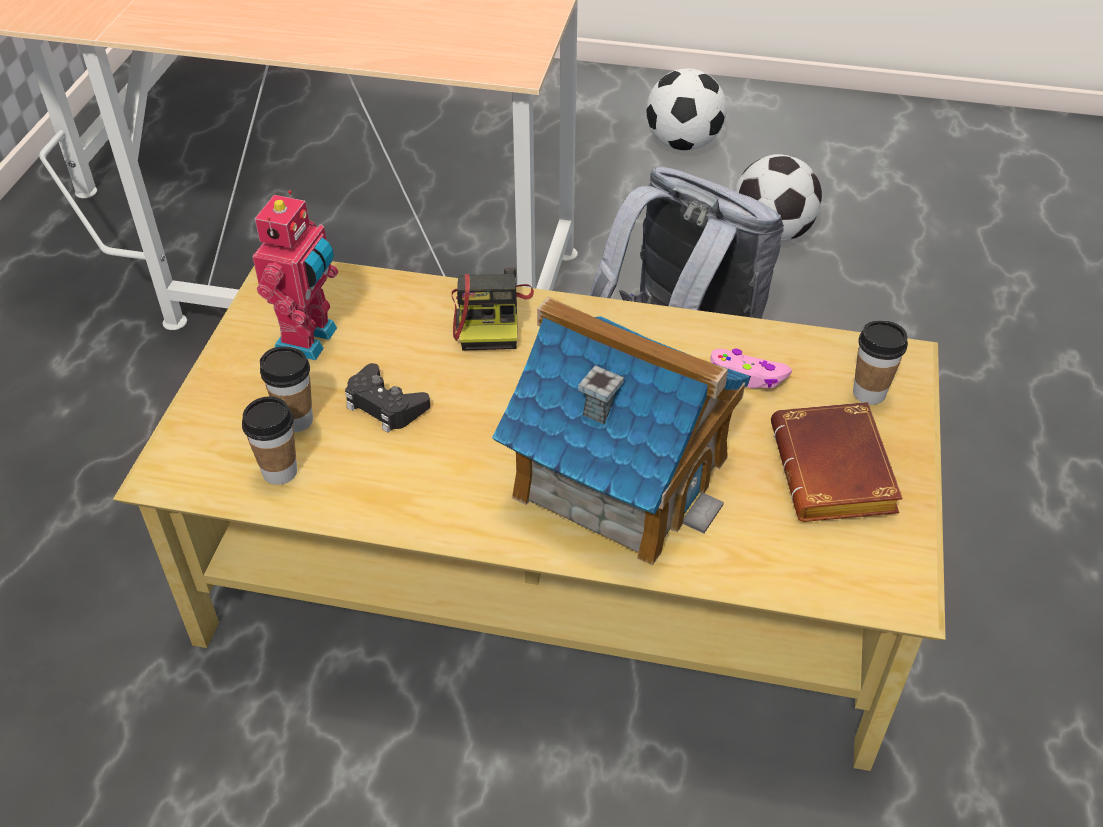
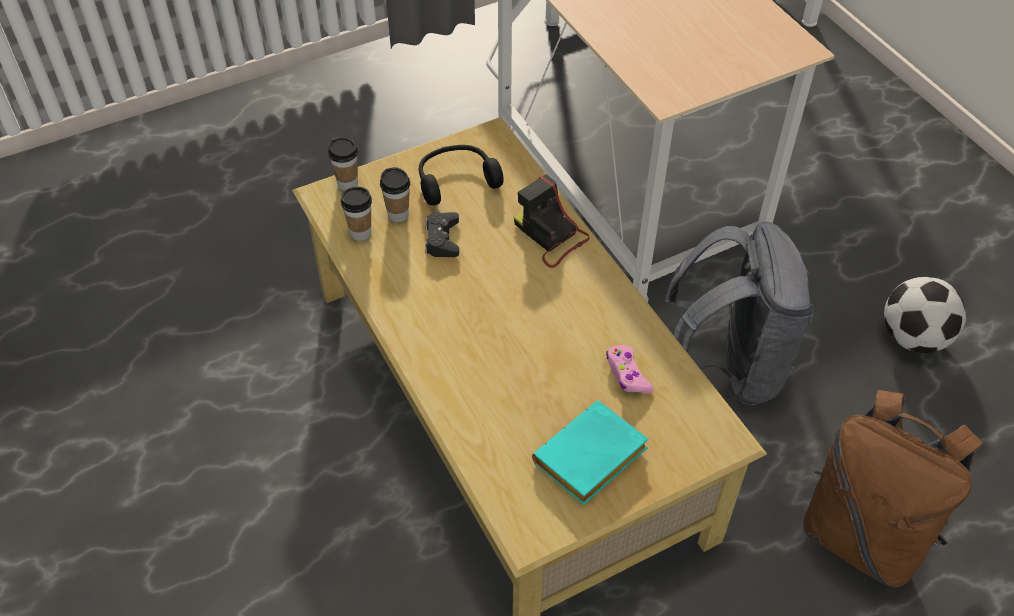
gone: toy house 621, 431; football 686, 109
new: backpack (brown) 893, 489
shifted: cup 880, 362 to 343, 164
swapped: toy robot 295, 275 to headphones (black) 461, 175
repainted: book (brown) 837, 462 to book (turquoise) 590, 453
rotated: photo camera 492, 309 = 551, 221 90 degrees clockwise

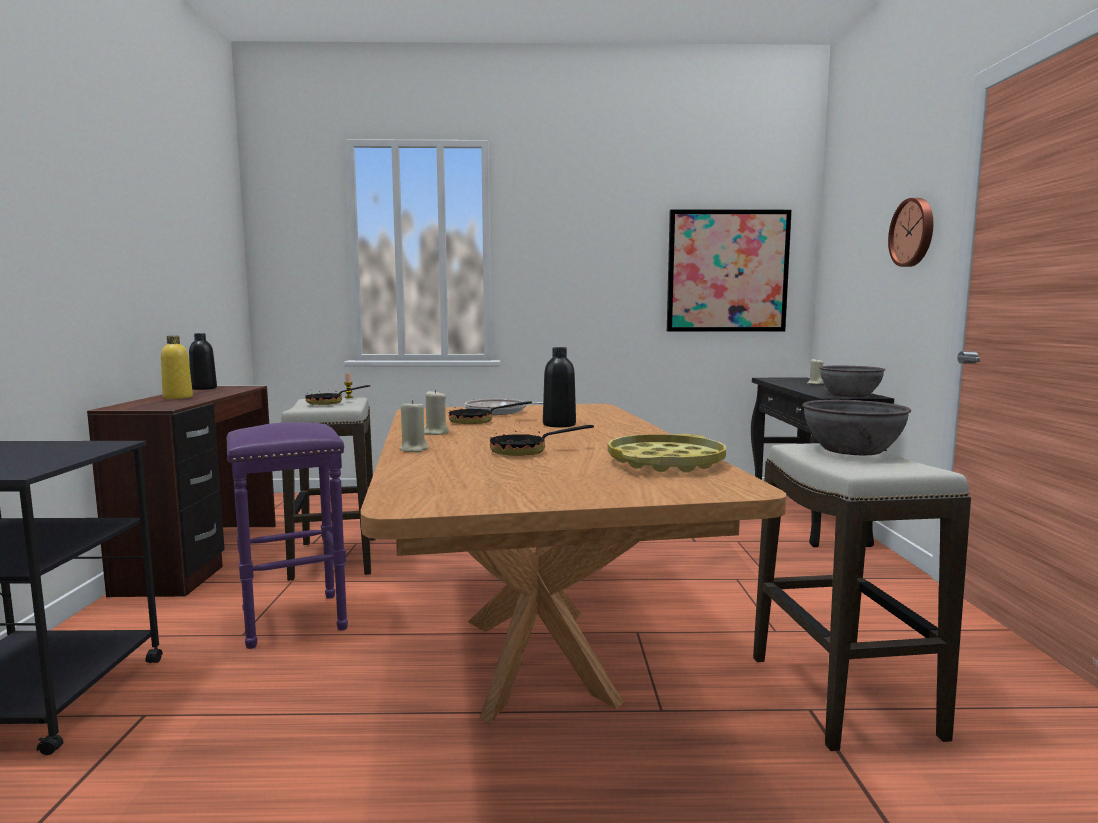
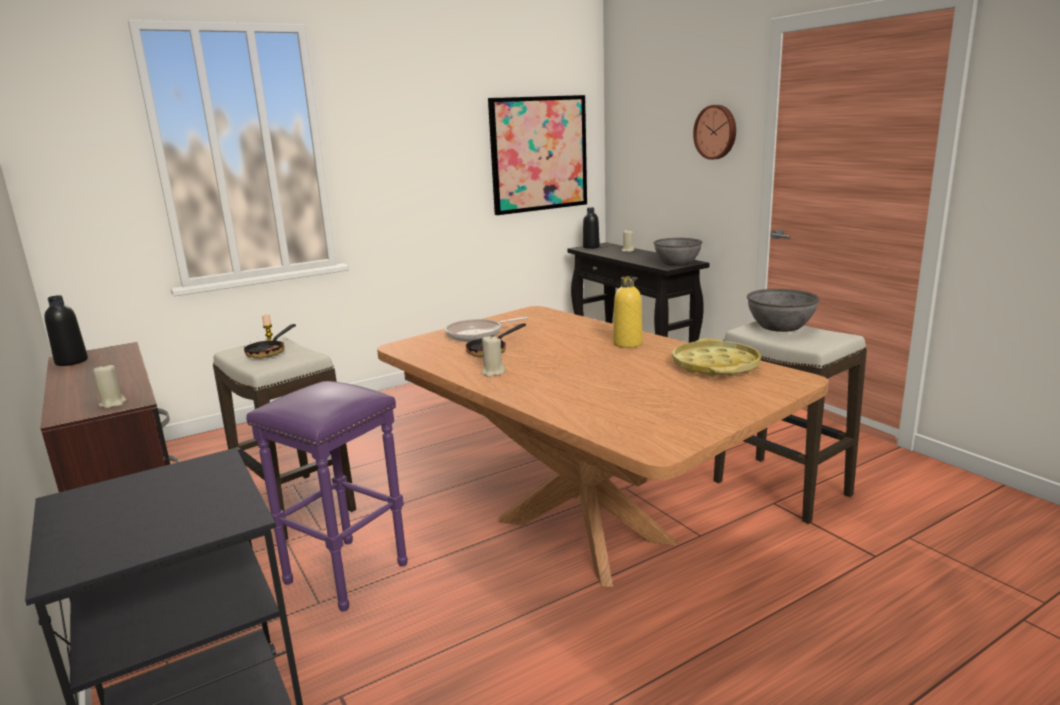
gone: frying pan 542, 440
shifted: candle (beige) 414, 426 to 109, 386; bottle (black) 559, 387 to 591, 228; bottle (yellow) 177, 367 to 628, 312

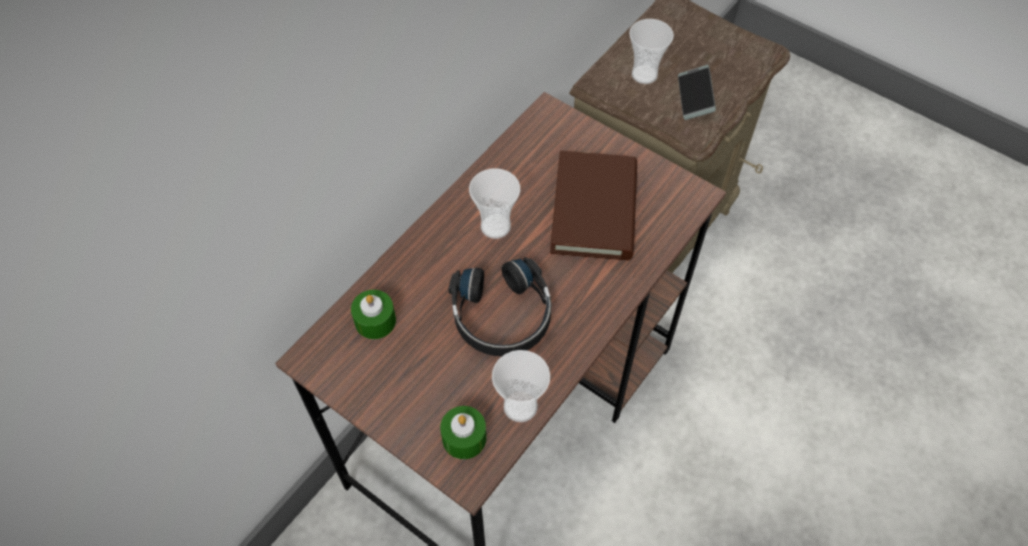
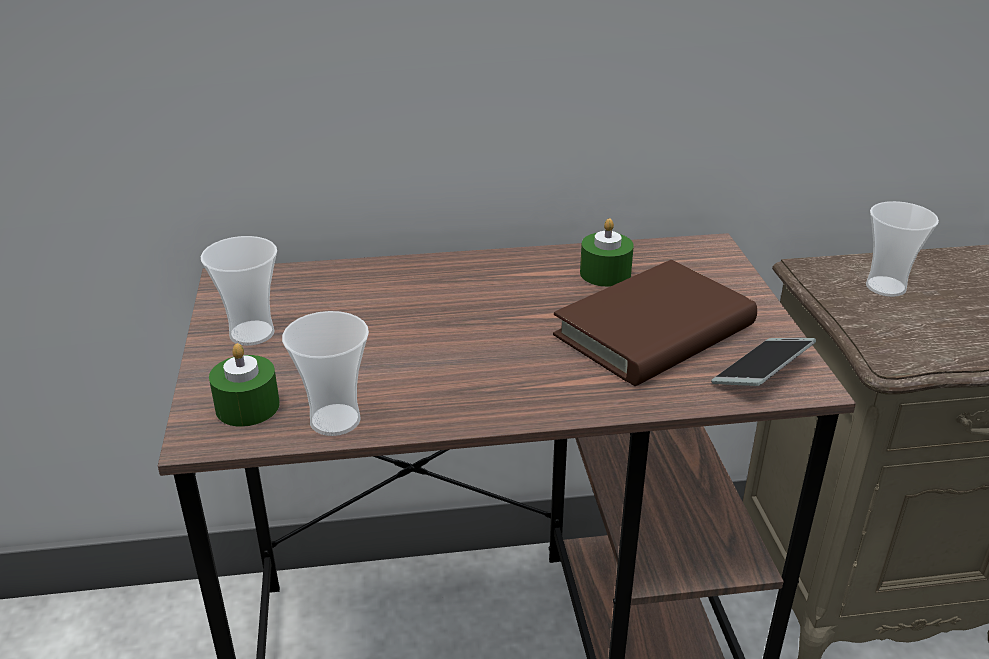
gone: headphones (black) 500, 306
shifted: cup 494, 203 to 239, 291; candle (green) 373, 314 to 607, 252; phone 697, 92 to 763, 362

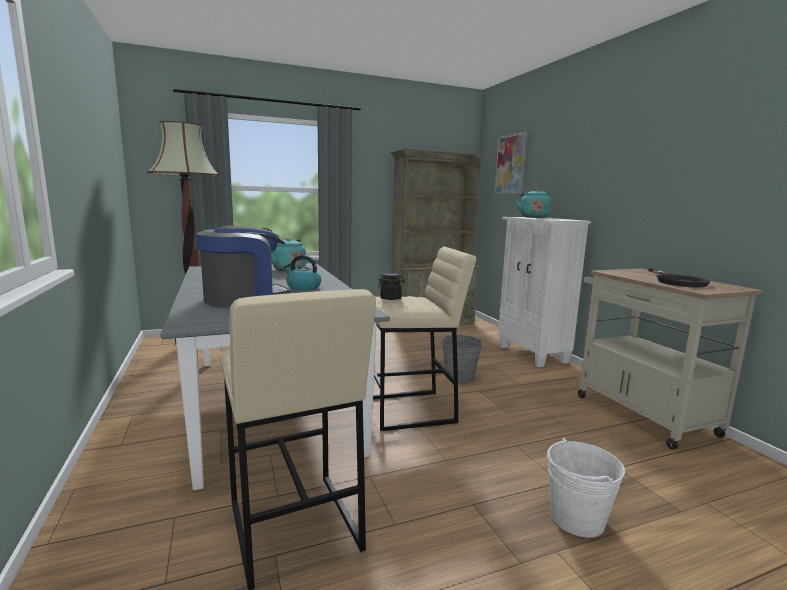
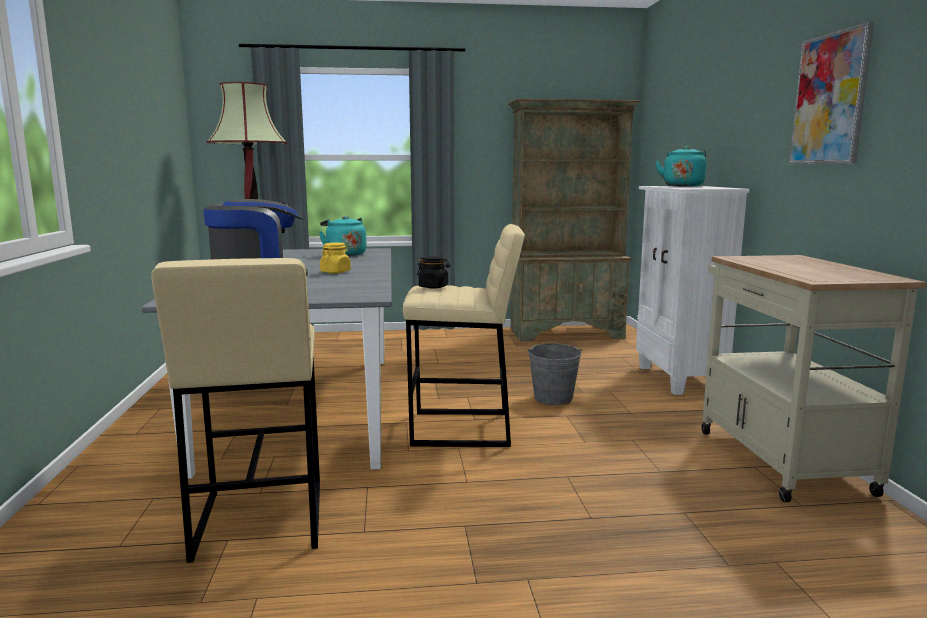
gone: bucket (white) 586, 488; frying pan (black) 679, 278
shifted: picture 511, 163 to 831, 93
swapped: kettle 302, 272 to jar (yellow) 335, 257

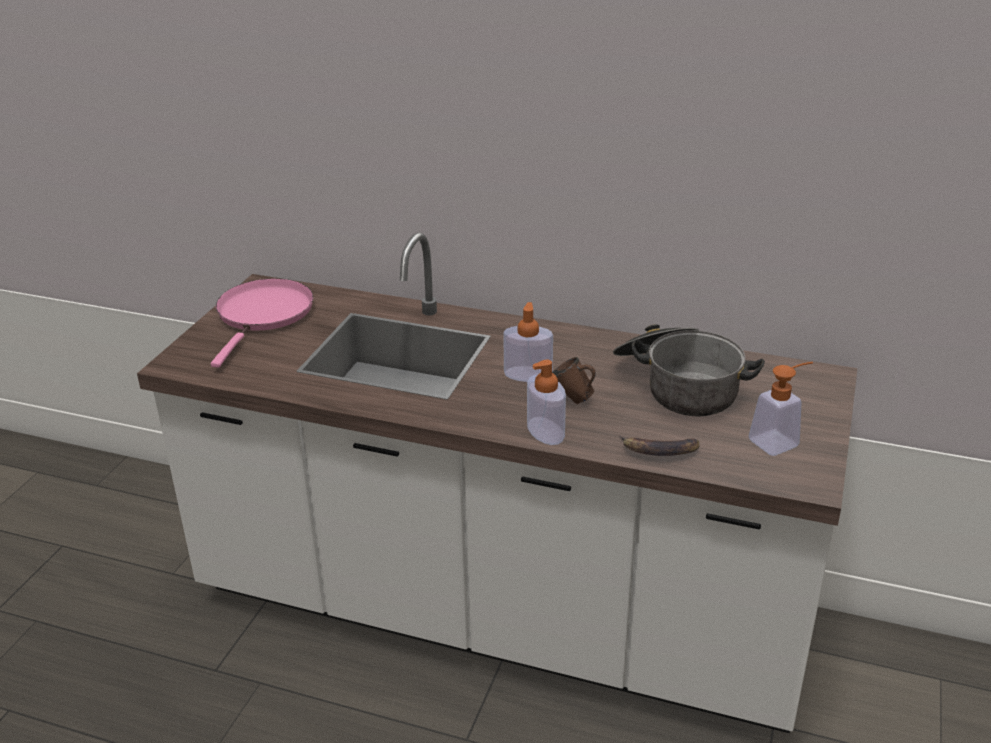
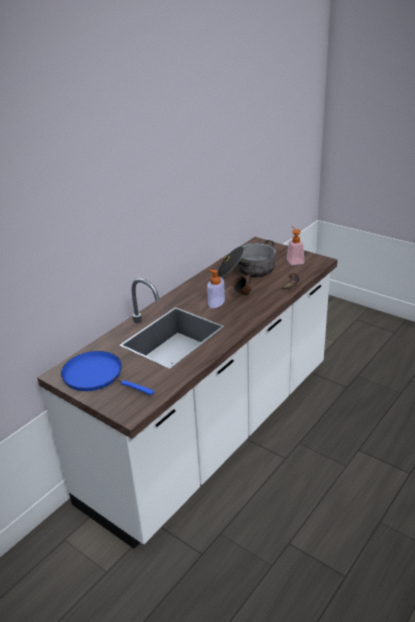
gone: soap dispenser 546, 402
repainted: frying pan (pink) 262, 323 to frying pan (blue) 107, 373

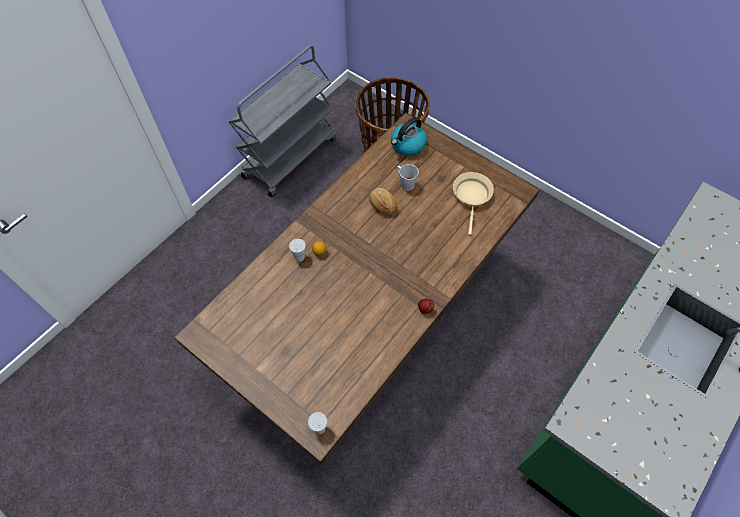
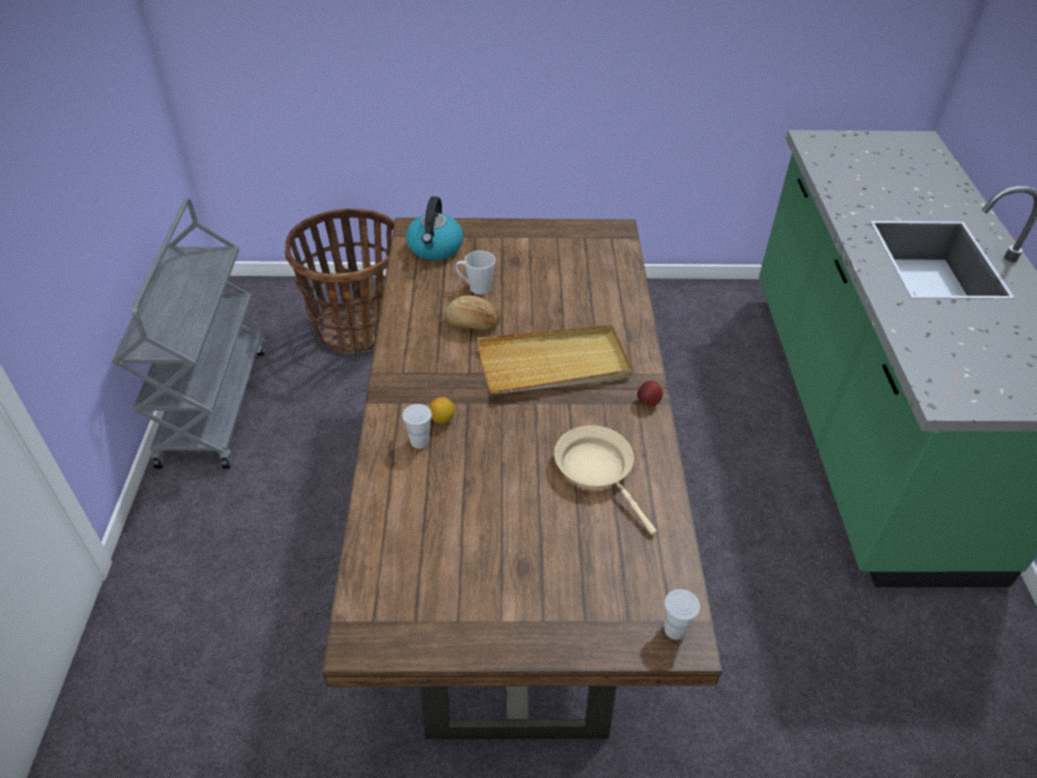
new: tray (beige) 555, 359
shifted: frying pan (beige) 473, 203 to 605, 480

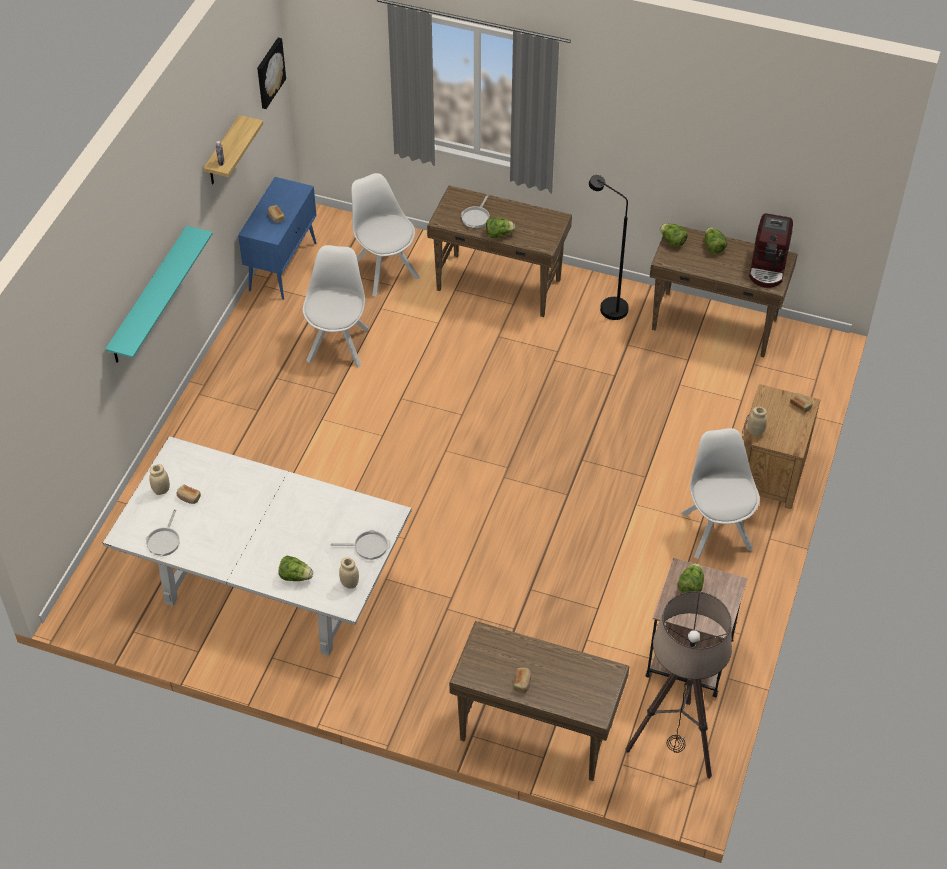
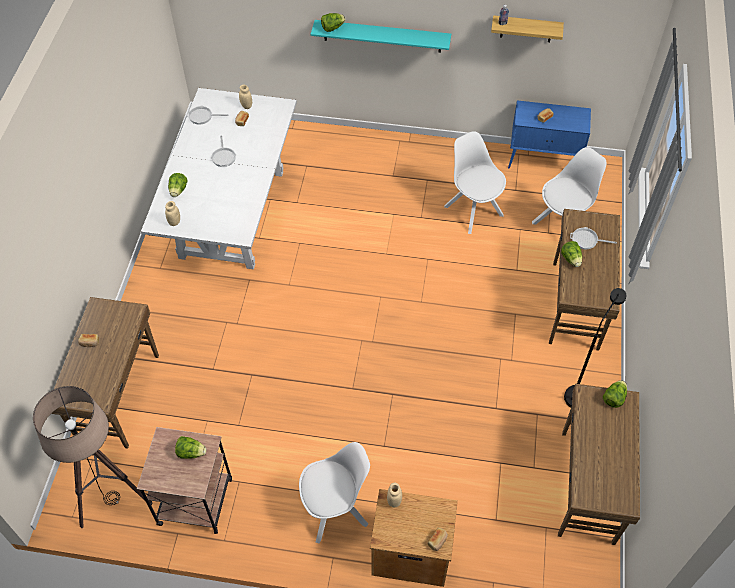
gone: picture 271, 73; coffee machine 771, 250
shifted: frying pan 360, 545 to 223, 151; lettuce 716, 240 to 333, 22
rotated: chair (white) 336, 306 = 475, 182 120 degrees counterclockwise

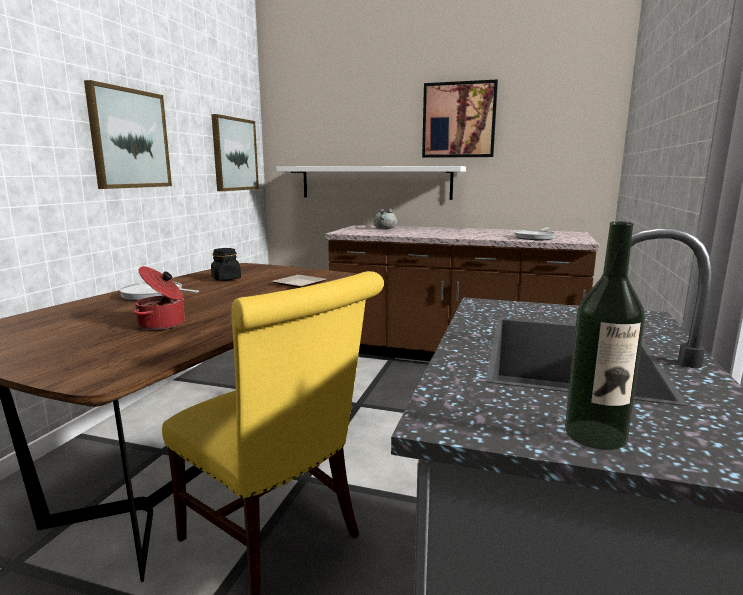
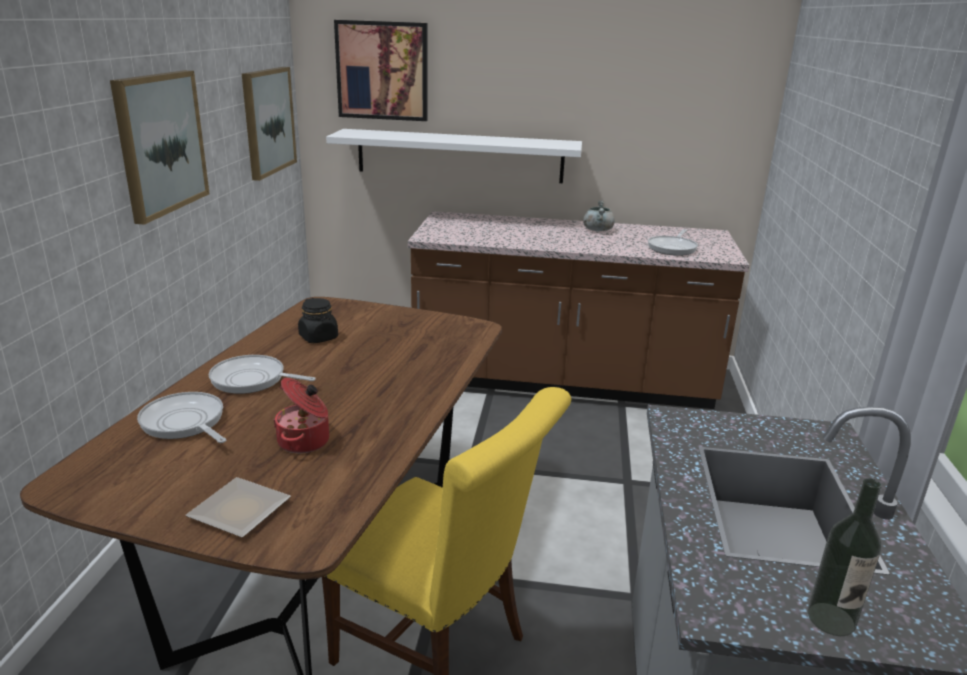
new: frying pan 181, 417
shifted: plate 299, 281 to 238, 507; picture 460, 118 to 381, 70; cooking pot (grey) 385, 218 to 599, 215

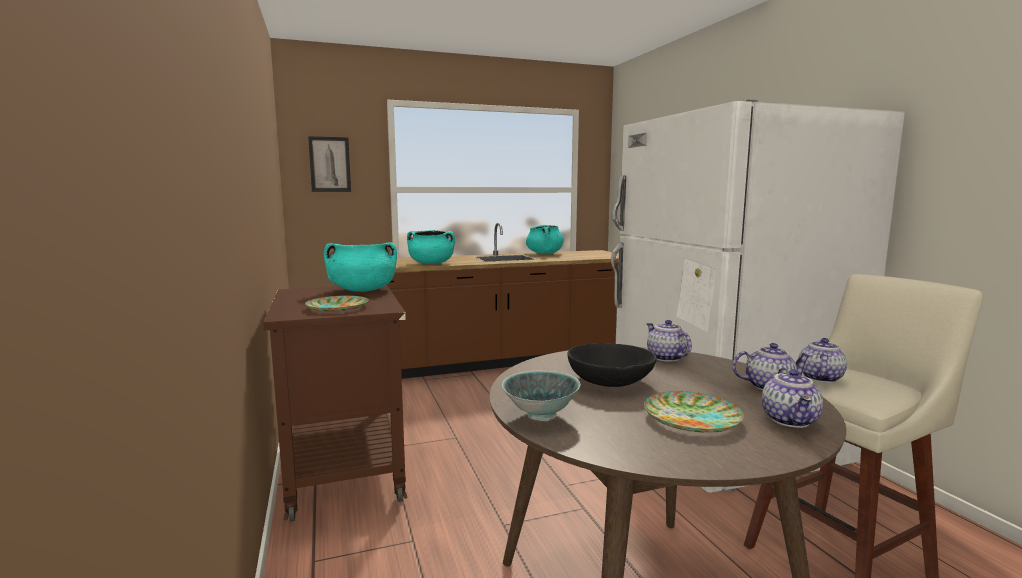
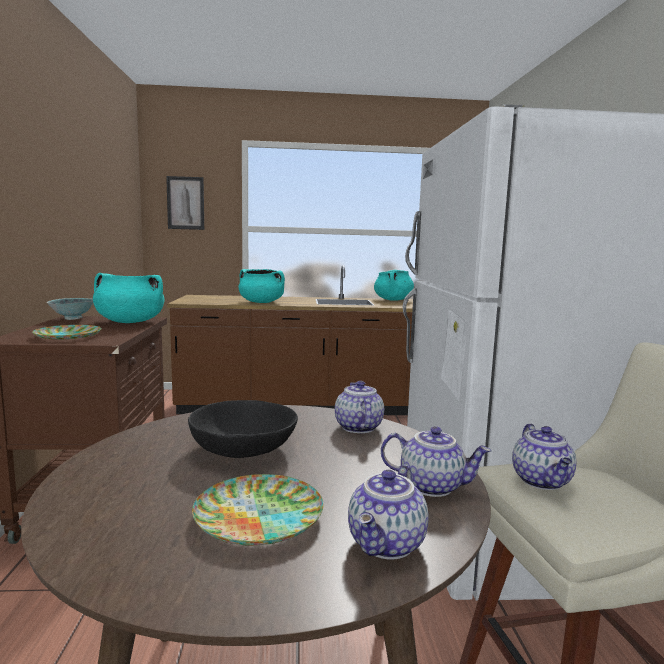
shifted: bowl 541, 396 to 70, 309
rotated: teapot 822, 360 = 544, 456 135 degrees clockwise

